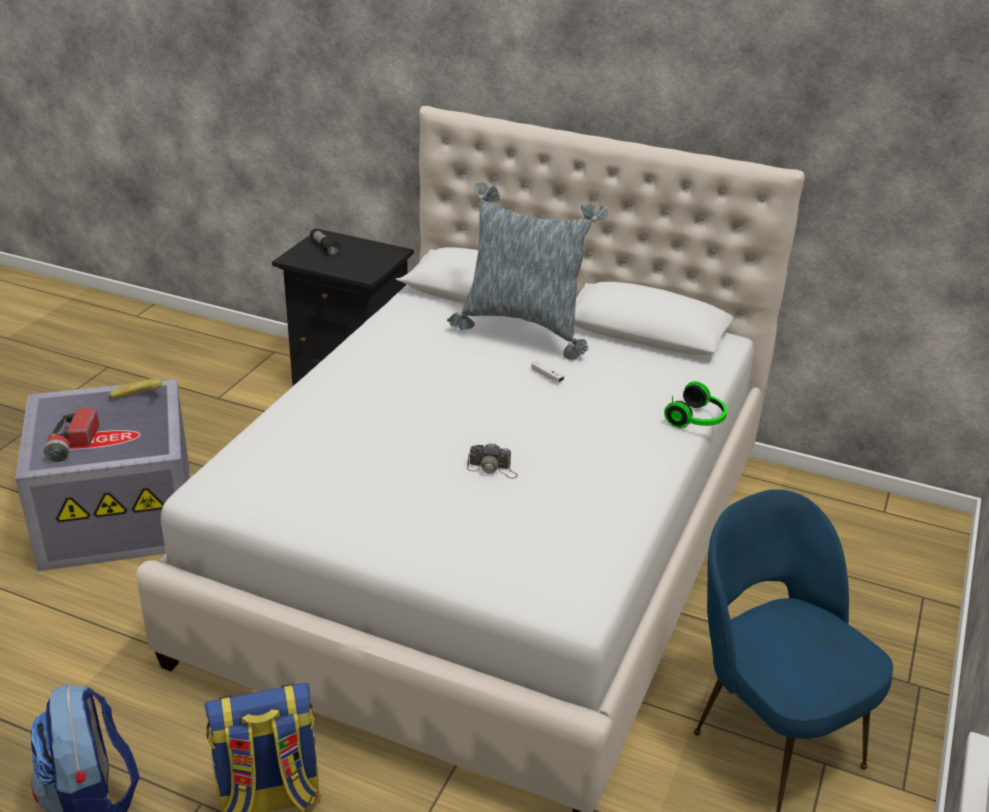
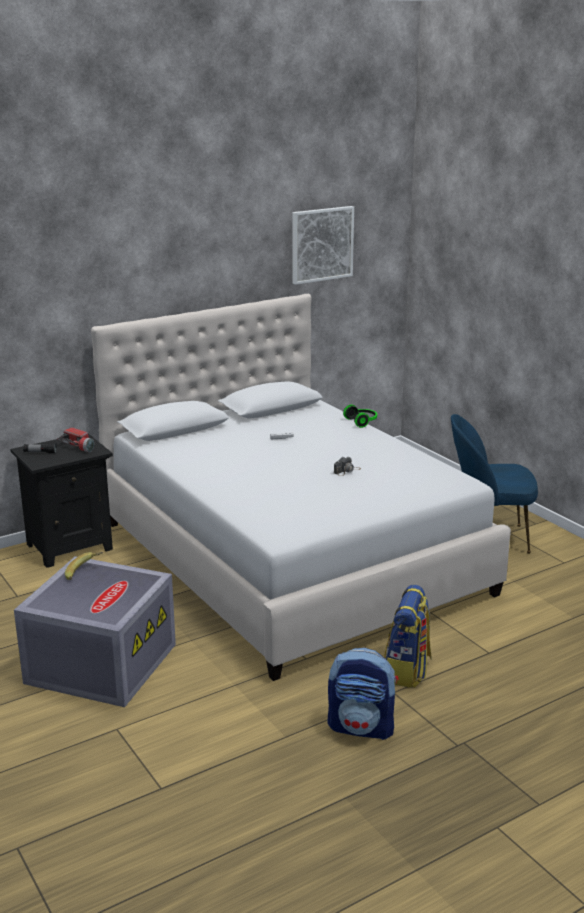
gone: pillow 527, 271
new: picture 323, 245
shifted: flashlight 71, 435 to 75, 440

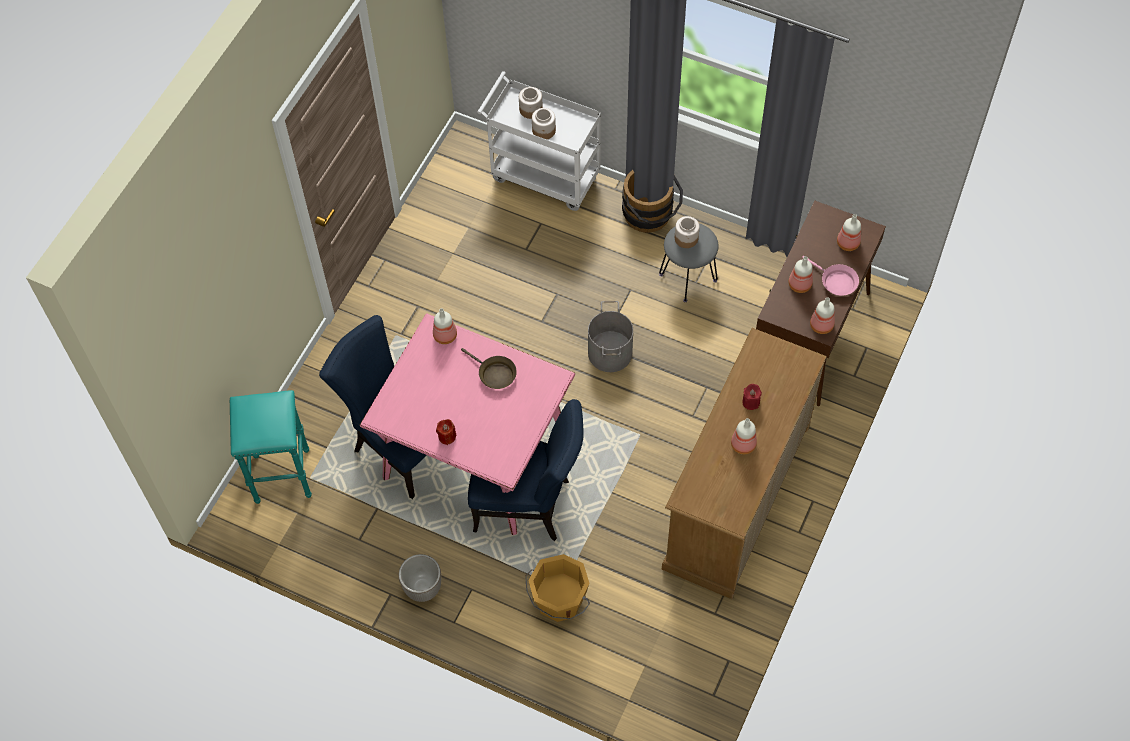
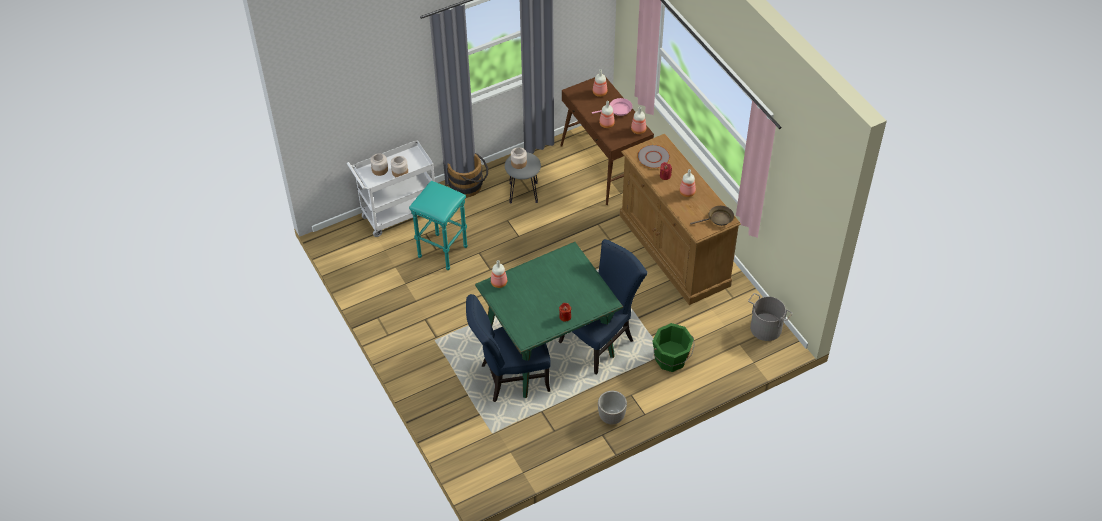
new: plate (grey) 653, 156
shifted: stool (turquoise) 271, 447 to 438, 225; frying pan (brown) 489, 368 to 712, 216; bucket (grey) 610, 336 to 770, 317
repainted: dining table (pink) 467, 424 to dining table (green) 549, 320; bucket (orange) 557, 588 to bucket (green) 674, 347

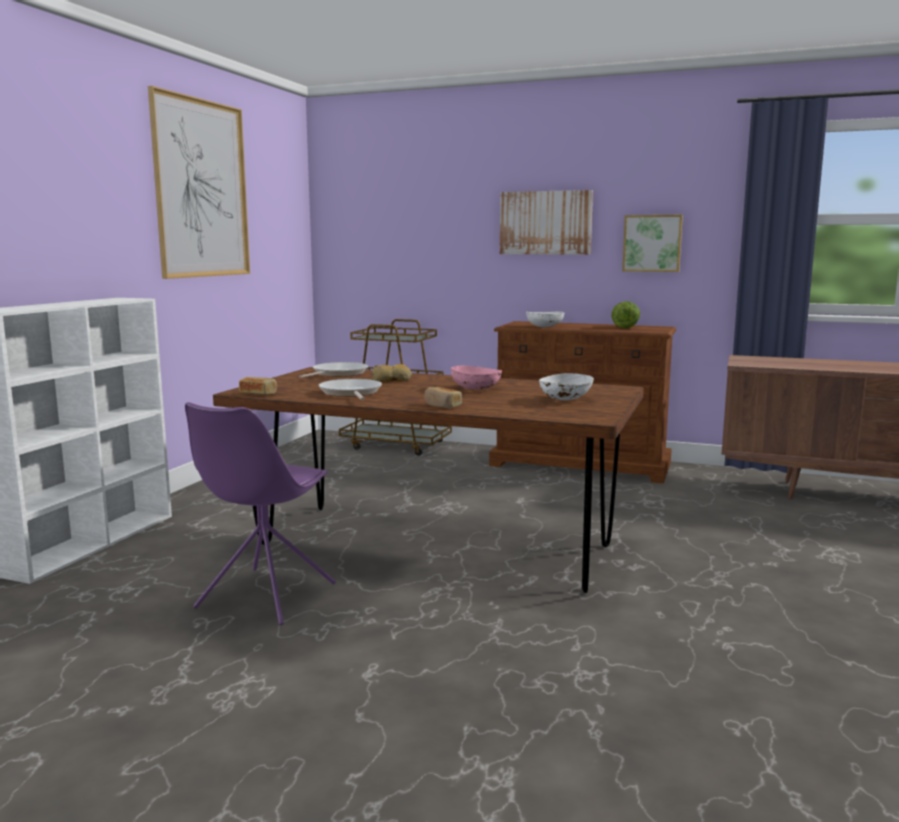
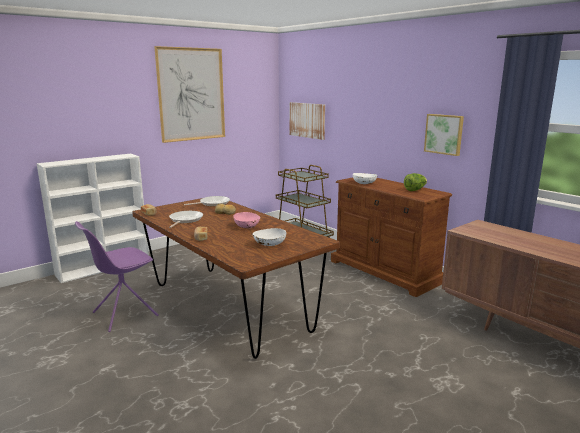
shifted: picture 546, 222 to 307, 121

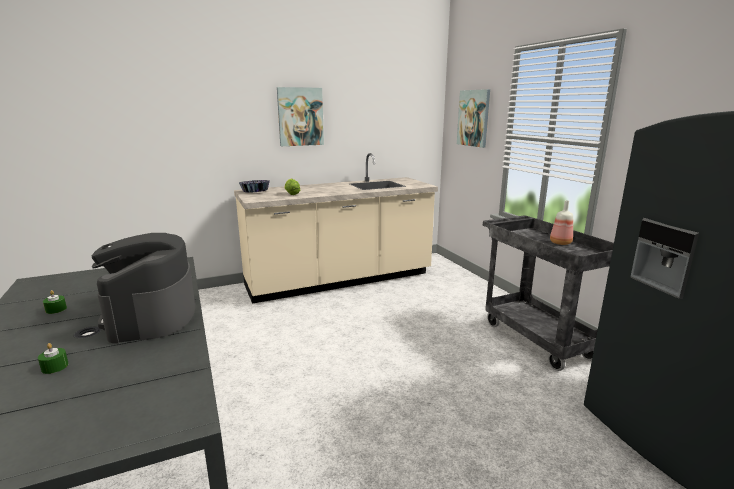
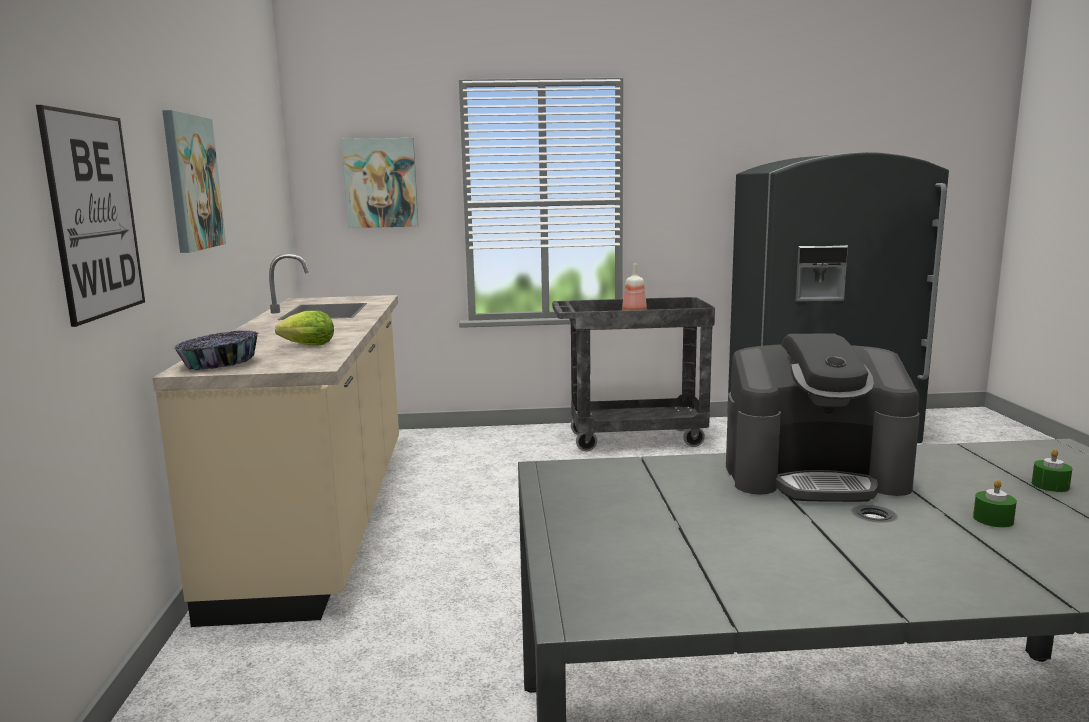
new: picture 90, 216
shifted: candle (green) 55, 302 to 1052, 470

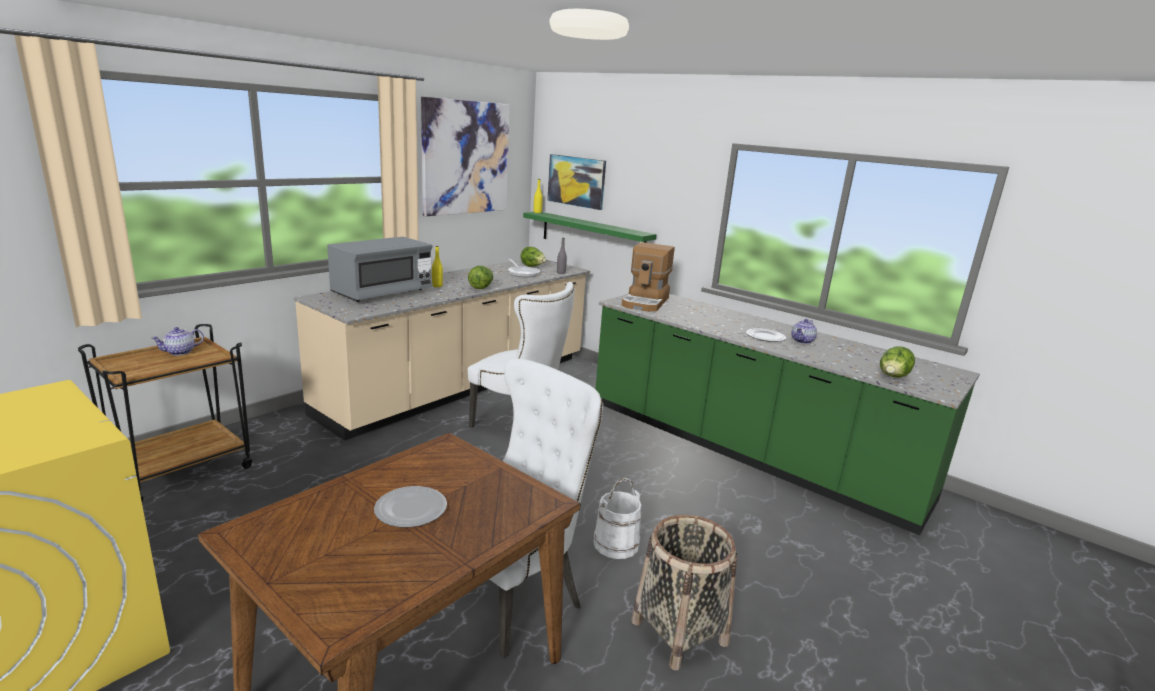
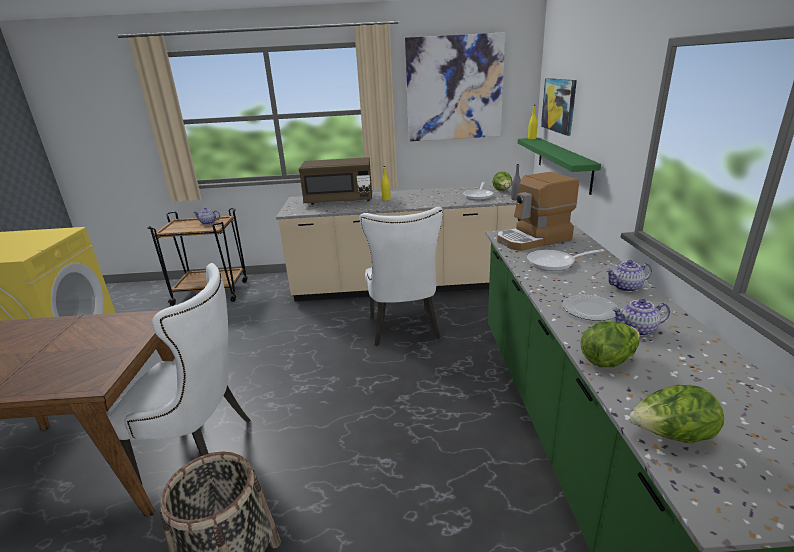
gone: plate 410, 506; bucket (white) 617, 518
new: frying pan 565, 260; teapot 629, 276
shifted: lettuce 480, 277 to 610, 344
repainted: microwave (grey) 380, 269 to microwave (brown) 335, 181

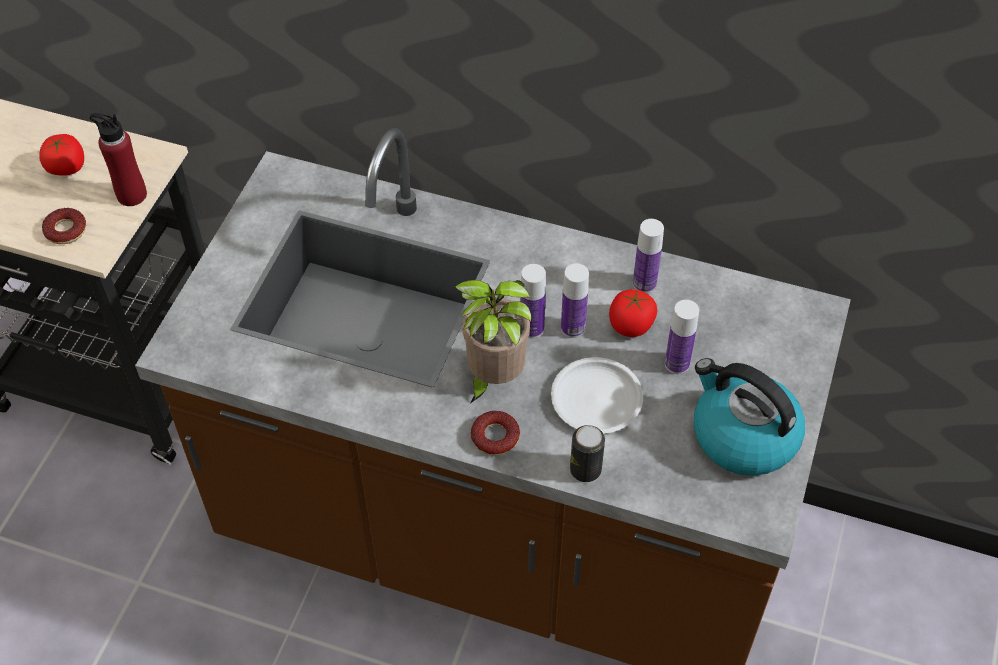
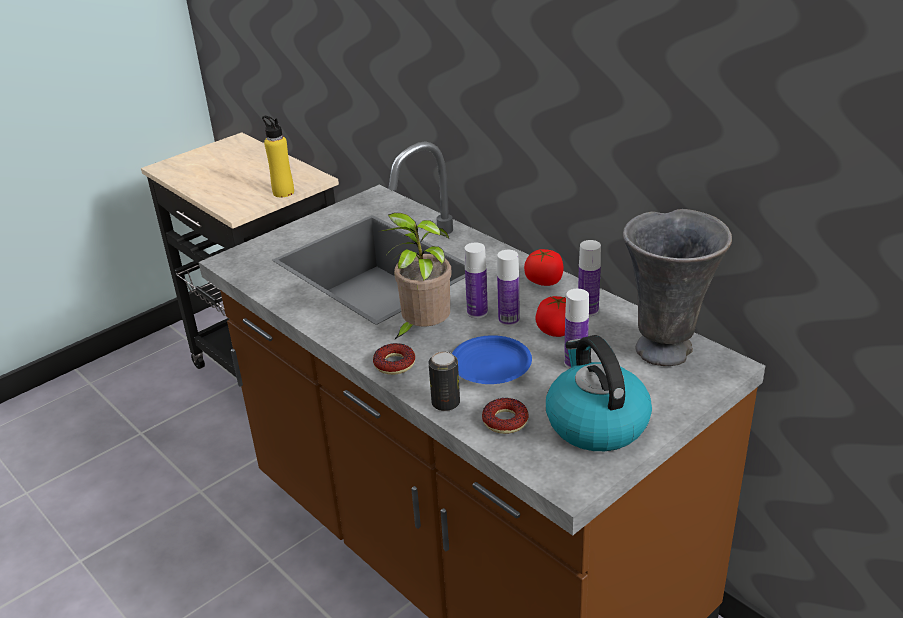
new: vase (grey) 677, 287
shifted: donut 64, 226 to 505, 416; tomato 61, 155 to 544, 267
repainted: bottle (red) 118, 159 to bottle (yellow) 278, 156; plate (white) 597, 395 to plate (blue) 492, 359

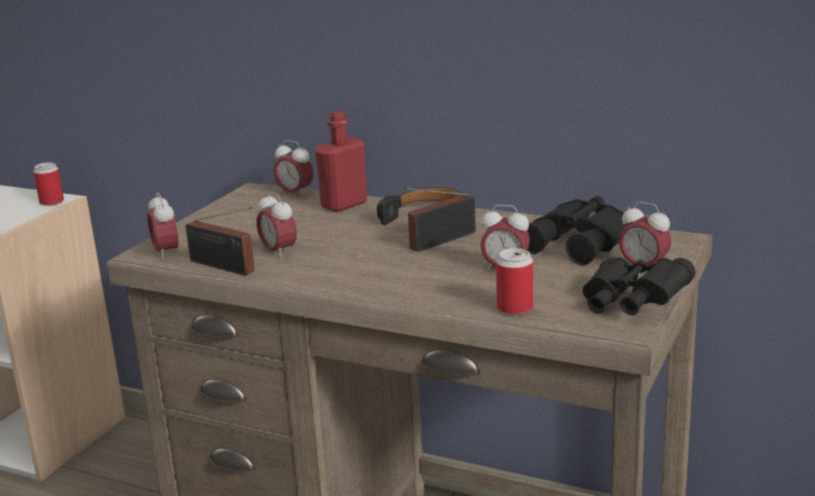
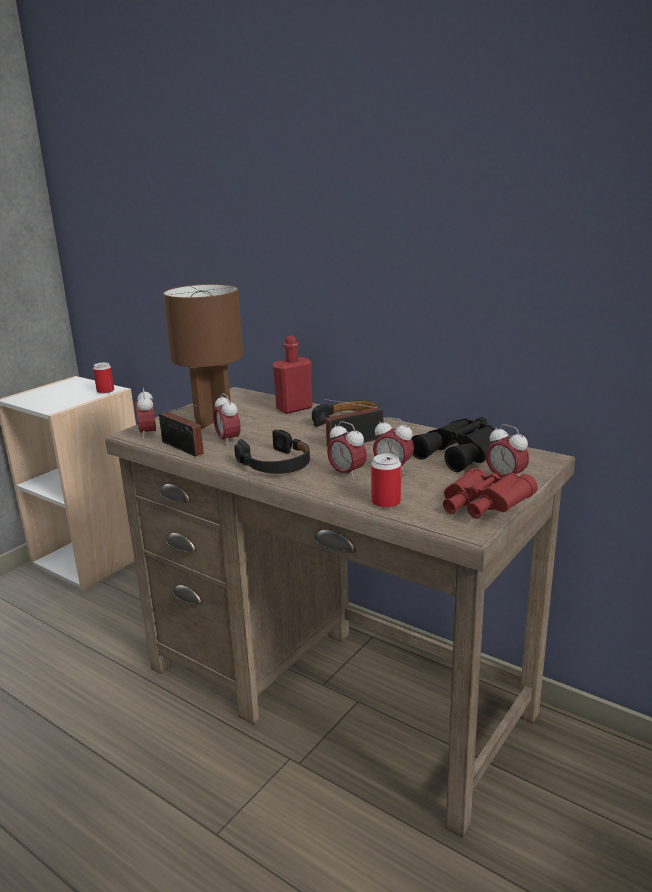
new: table lamp (brown) 203, 356; headphones (black) 272, 451
shifted: alarm clock 294, 169 to 347, 450
repainted: binoculars (black) 639, 286 to binoculars (red) 490, 493

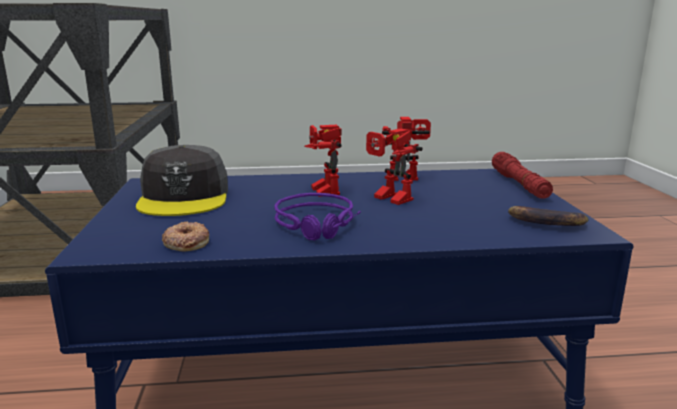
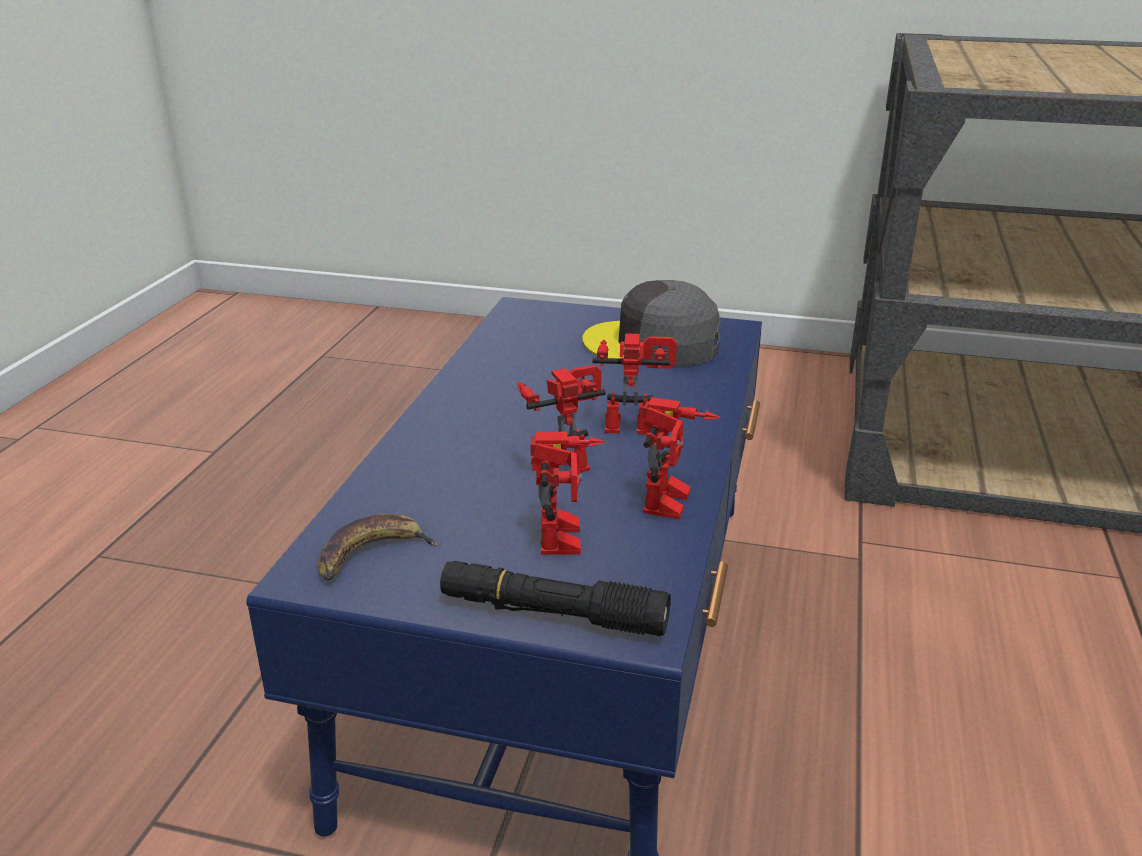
gone: donut 185, 237; headphones (purple) 317, 217
new: toy robot 568, 493
repainted: flashlight (red) 522, 175 to flashlight (black) 555, 598

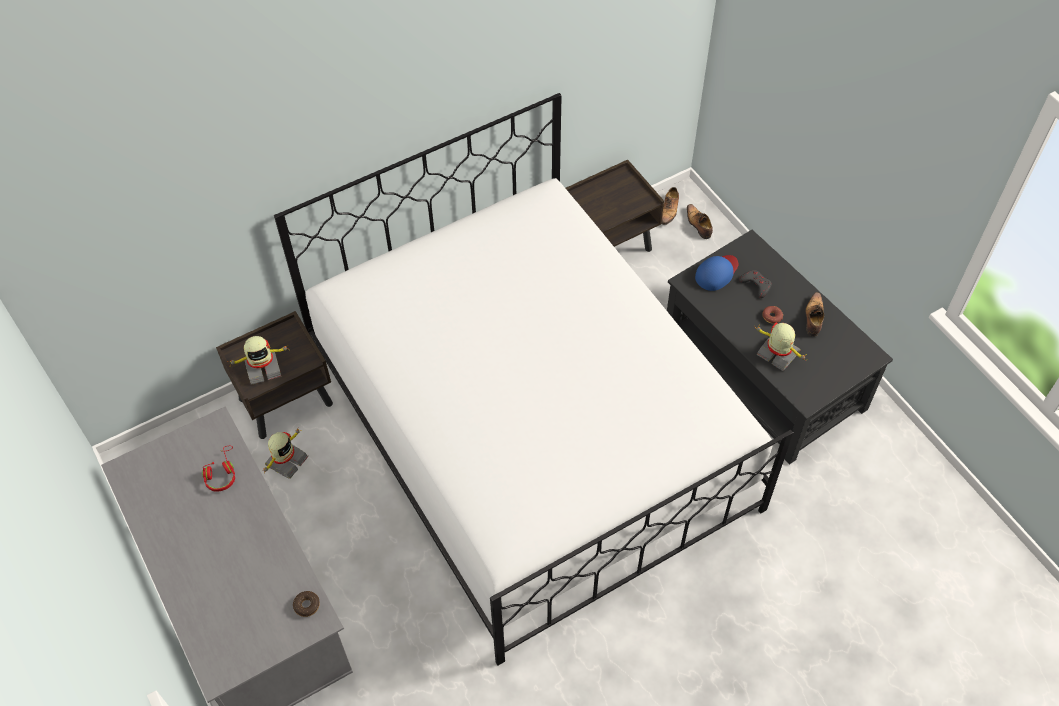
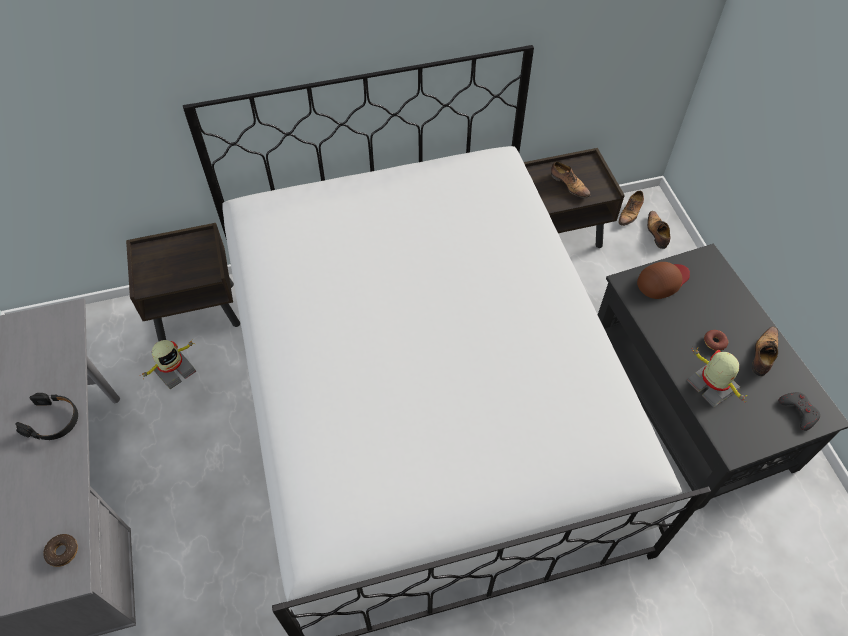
gone: headphones (red) 218, 468; toy robot 258, 360
new: headphones (black) 46, 416; shoe 571, 180
shifted: game controller (grey) 755, 284 to 799, 411
repainted: cap (blue) 716, 273 to cap (brown) 663, 280

